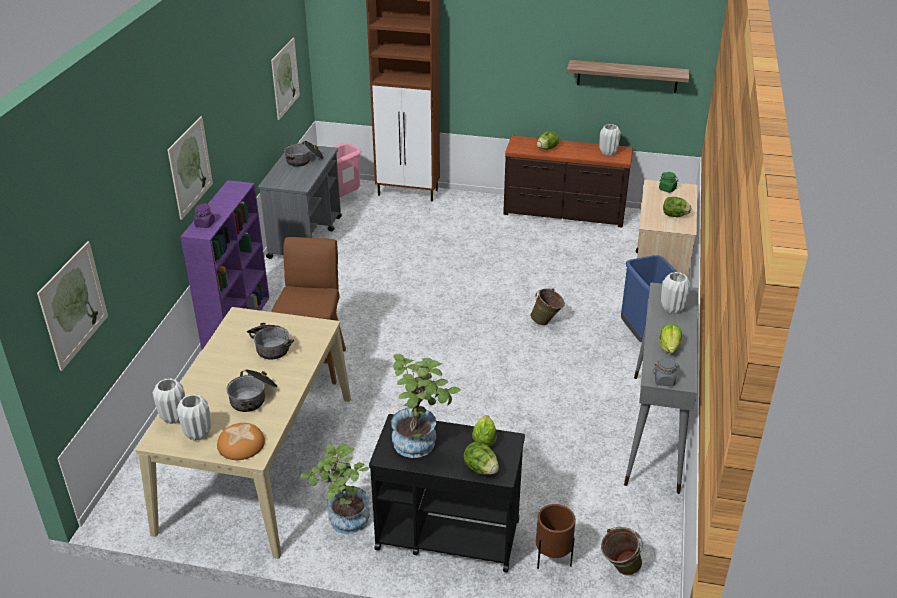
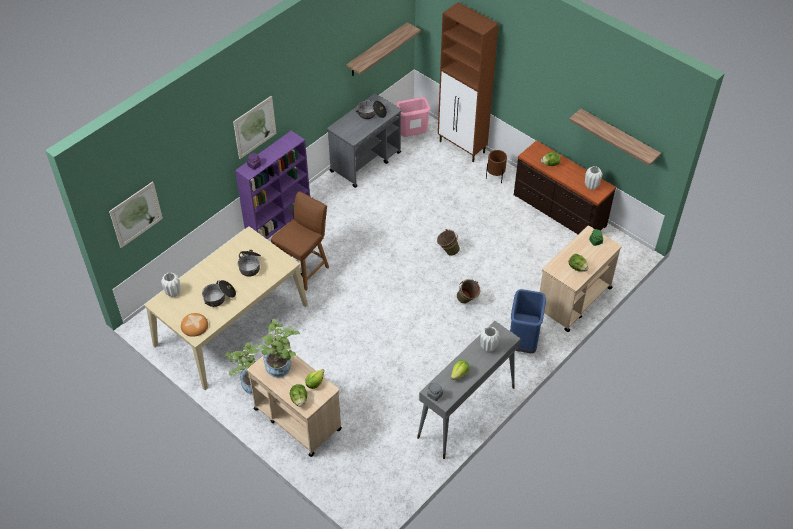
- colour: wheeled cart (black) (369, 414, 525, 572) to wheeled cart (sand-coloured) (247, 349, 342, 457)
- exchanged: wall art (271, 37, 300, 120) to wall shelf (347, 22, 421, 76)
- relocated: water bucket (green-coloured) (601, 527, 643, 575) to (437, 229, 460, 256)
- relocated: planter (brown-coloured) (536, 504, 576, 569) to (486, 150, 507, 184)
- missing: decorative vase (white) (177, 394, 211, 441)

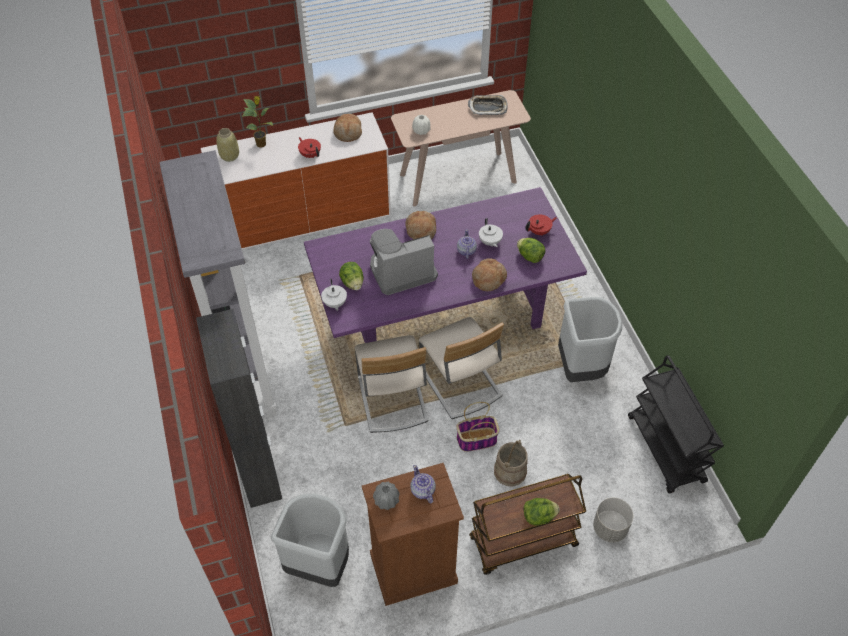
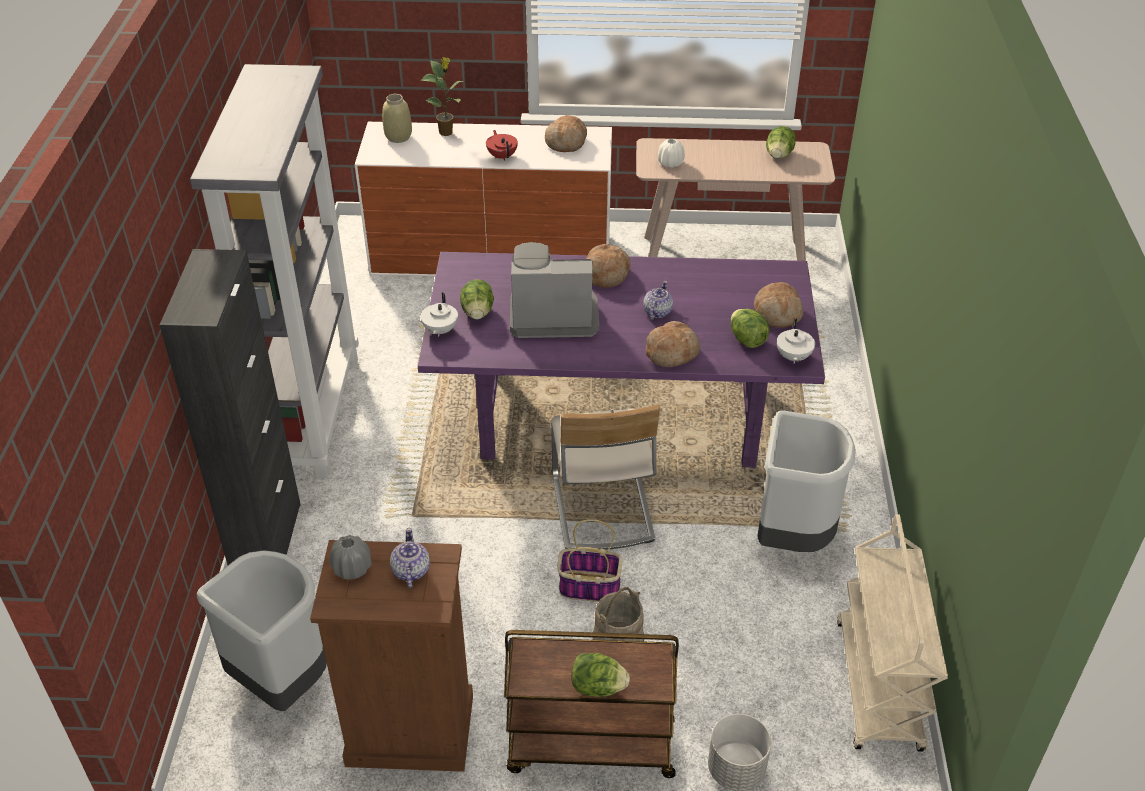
- exchanged: teapot (reddish) (525, 214, 557, 236) to bakery bread (754, 282, 803, 328)
- exchanged: serving tray (468, 95, 508, 115) to head of lettuce (766, 126, 796, 159)
- relocated: teapot (white) (479, 218, 503, 247) to (777, 318, 815, 364)
- colour: wheeled cart (black) (628, 355, 724, 494) to wheeled cart (sand-coloured) (837, 514, 948, 752)
- missing: plain chair (sand-coloured) (355, 335, 429, 433)

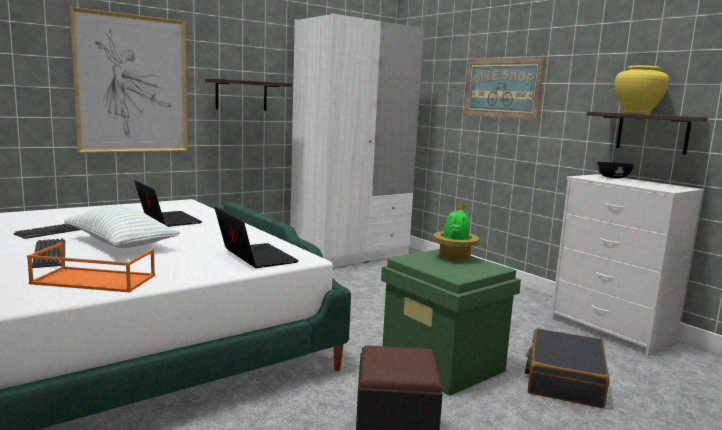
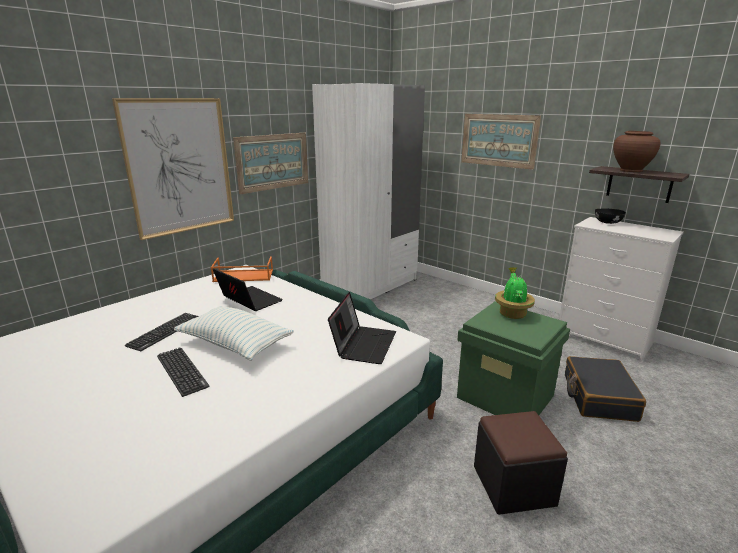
- relocated: serving tray (orange) (27, 242, 155, 292) to (210, 256, 273, 282)
- exchanged: wall shelf (205, 79, 292, 111) to wall art (233, 133, 308, 194)
- spun: notebook computer (214, 206, 299, 268) = (328, 292, 396, 364) 60 degrees clockwise
- colour: decorative vase (yellow-coloured) (614, 65, 669, 114) to decorative vase (brown-coloured) (613, 131, 661, 172)

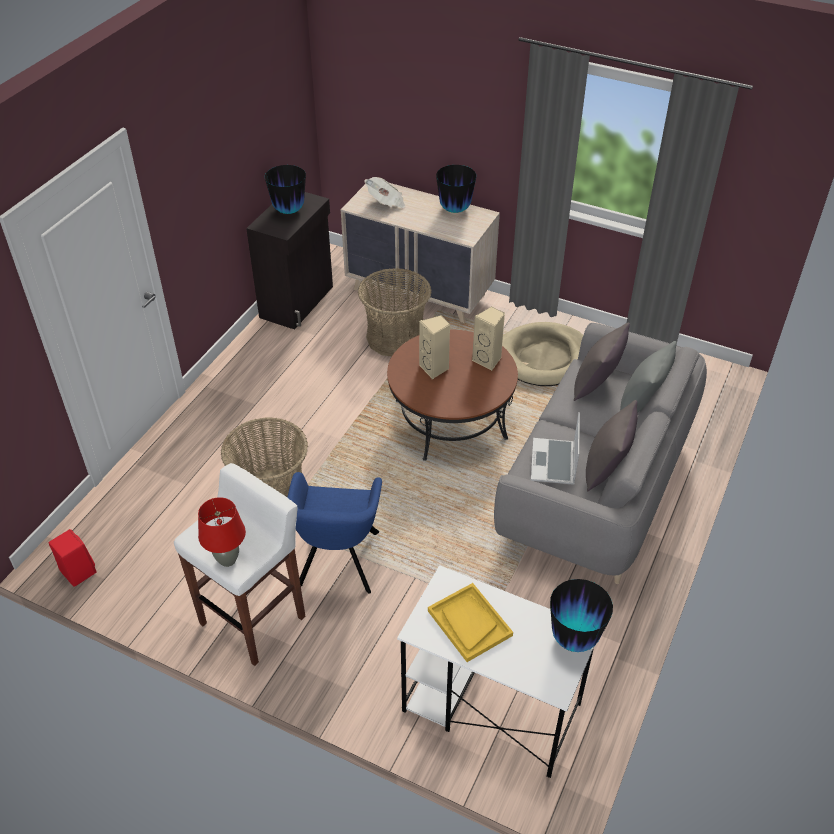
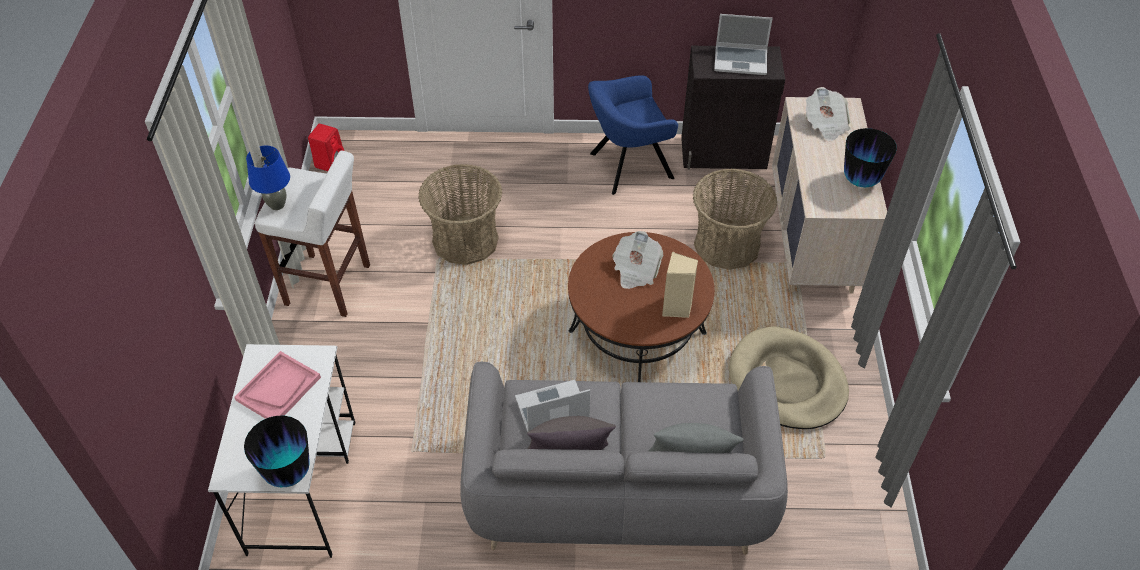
- colour: serving tray (yellow-coloured) (428, 583, 513, 662) to serving tray (pink) (234, 351, 321, 419)
- colour: table lamp (reddish) (198, 497, 246, 567) to table lamp (bluish) (246, 146, 290, 210)
- relocated: armchair (bluish) (287, 472, 382, 594) to (588, 75, 678, 195)
- exchanged: audio speaker (sand-coloured) (419, 315, 450, 379) to daily paper (612, 231, 663, 289)
- exchanged: decorative vase (265, 165, 306, 214) to notebook computer (714, 14, 773, 75)
- missing: throw pillow (greyish) (574, 322, 630, 401)

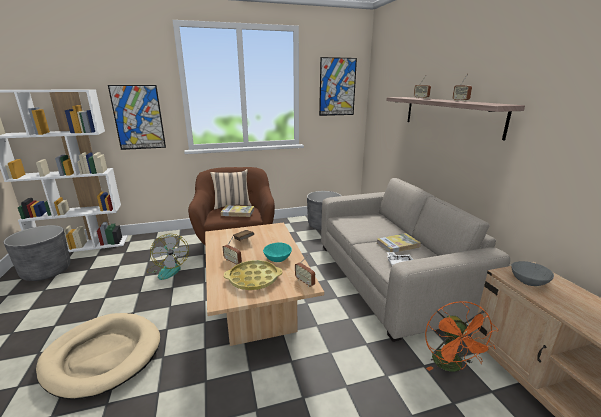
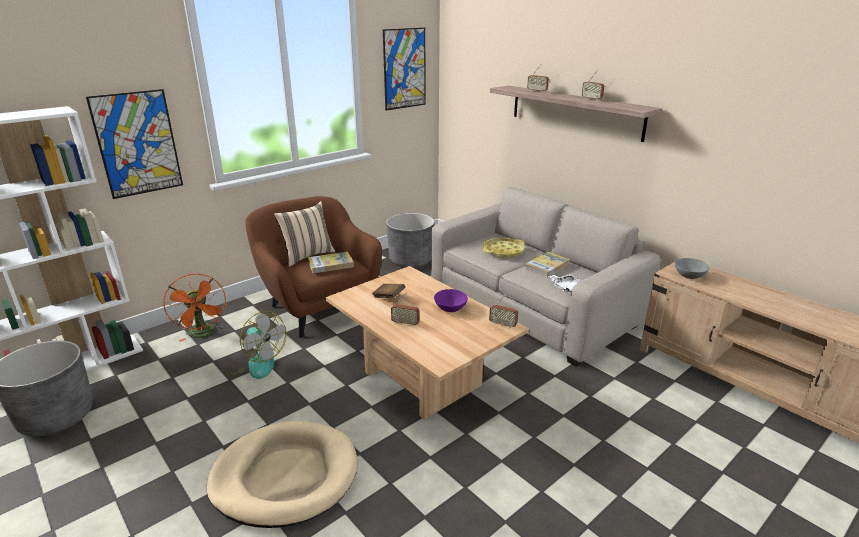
- relocated: cooling fan (orange) (425, 301, 498, 372) to (163, 274, 226, 342)
- colour: deep dish (blue-green) (263, 243, 292, 262) to deep dish (purplish) (434, 289, 468, 312)
- relocated: serving tray (yellow-coloured) (224, 260, 283, 290) to (483, 238, 525, 258)

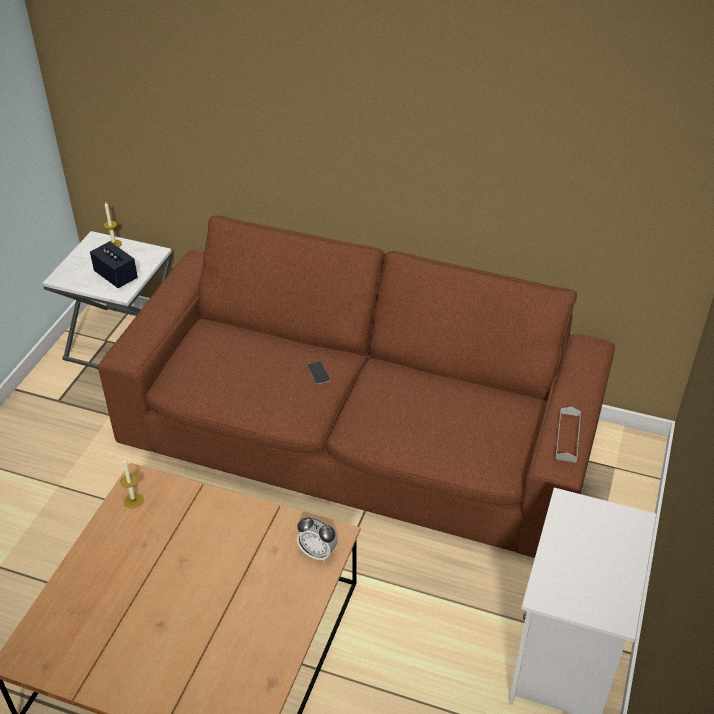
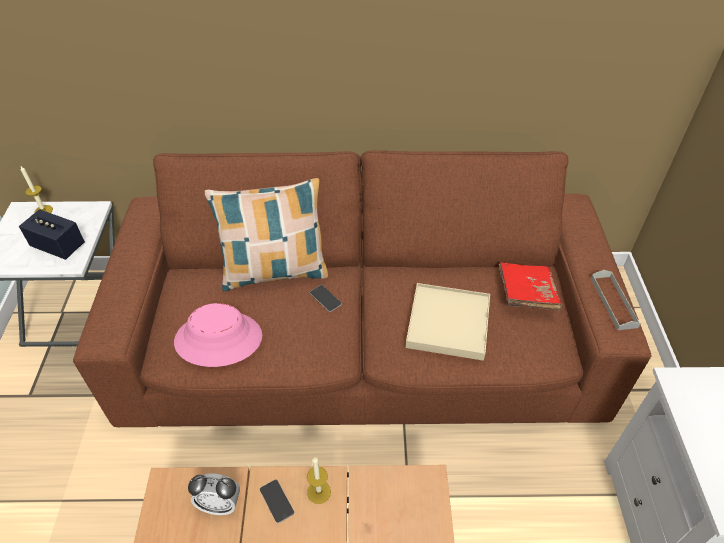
- appeared: hat (pink) (174, 303, 262, 367)
- relocated: alarm clock (297, 517, 338, 562) to (188, 473, 240, 515)
- appeared: throw pillow (205, 178, 328, 292)
- appeared: telephone (259, 479, 295, 524)
- relocated: wax light (120, 458, 144, 509) to (307, 457, 331, 504)
- appeared: serving tray (sand-coloured) (406, 283, 490, 361)
- appeared: book (reddish) (499, 262, 562, 311)

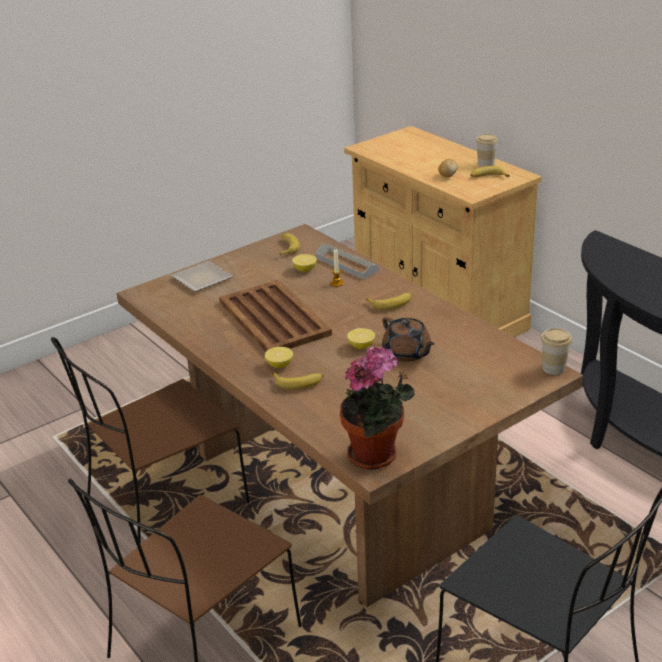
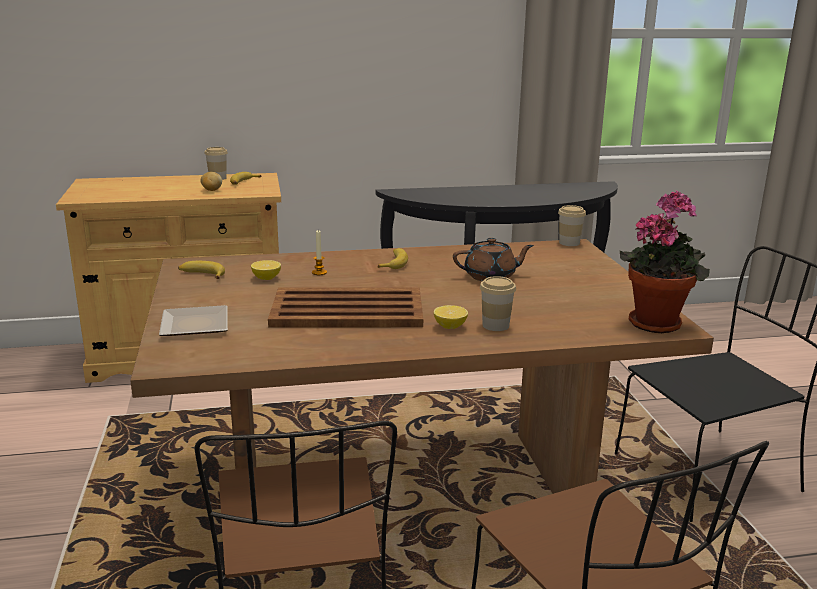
- exchanged: banana (272, 373, 324, 390) to drinking cup (480, 276, 516, 331)
- missing: serving tray (greyish) (316, 244, 379, 279)
- missing: citrus fruit (347, 328, 375, 349)

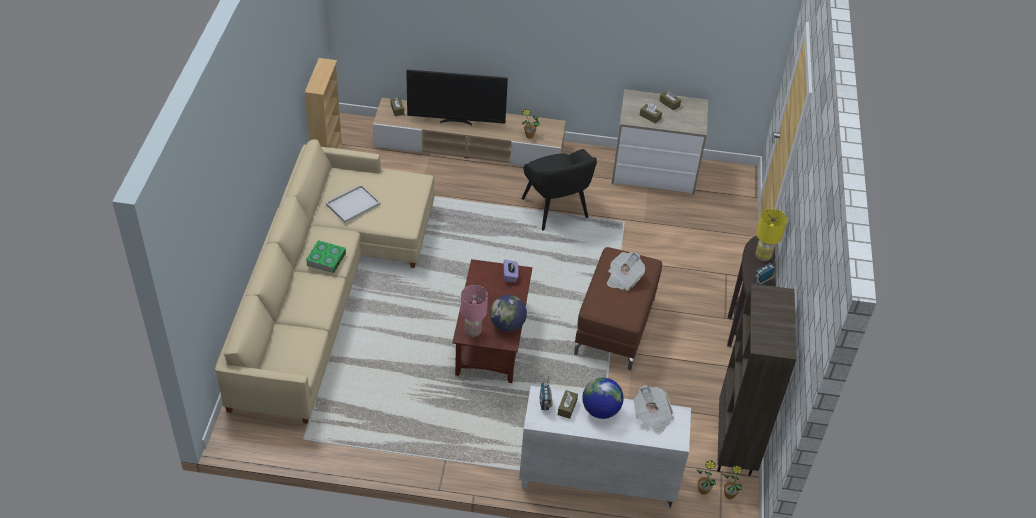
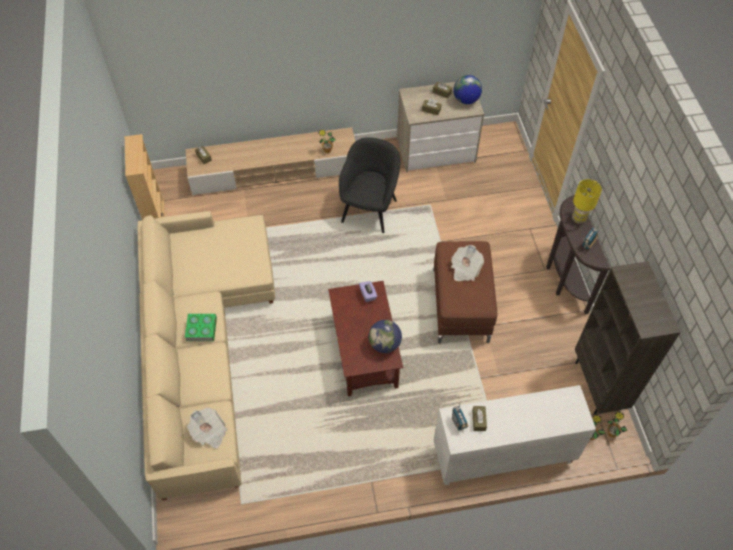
- relocated: daily paper (633, 385, 674, 434) to (187, 408, 228, 449)
- spun: armchair (black) (522, 149, 597, 231) = (339, 137, 401, 233) 120 degrees counterclockwise
- relocated: world globe (582, 378, 624, 419) to (453, 75, 482, 104)
- missing: serving tray (white) (326, 185, 380, 223)
- missing: television (406, 69, 508, 126)
- missing: table lamp (pink) (461, 285, 488, 337)

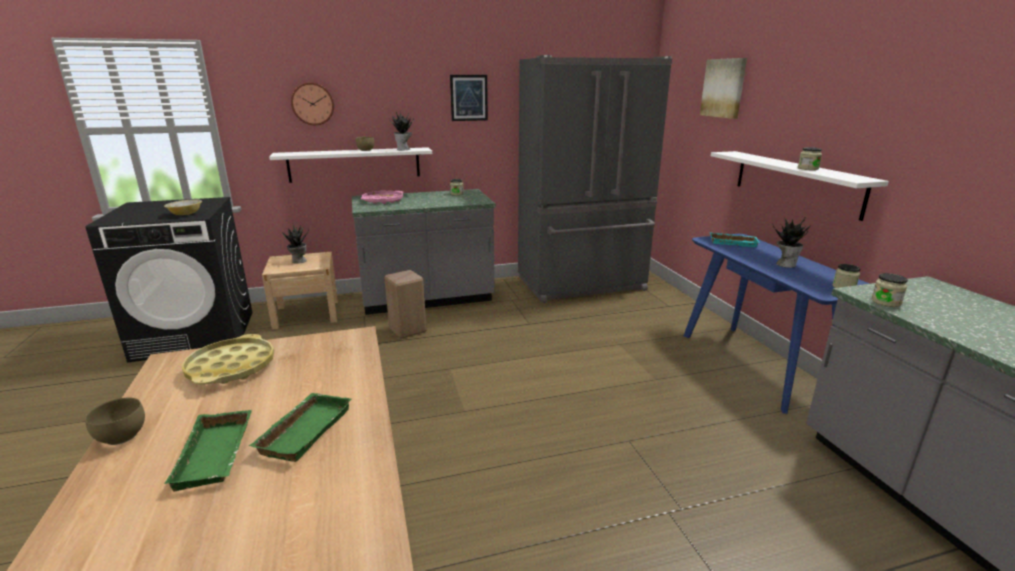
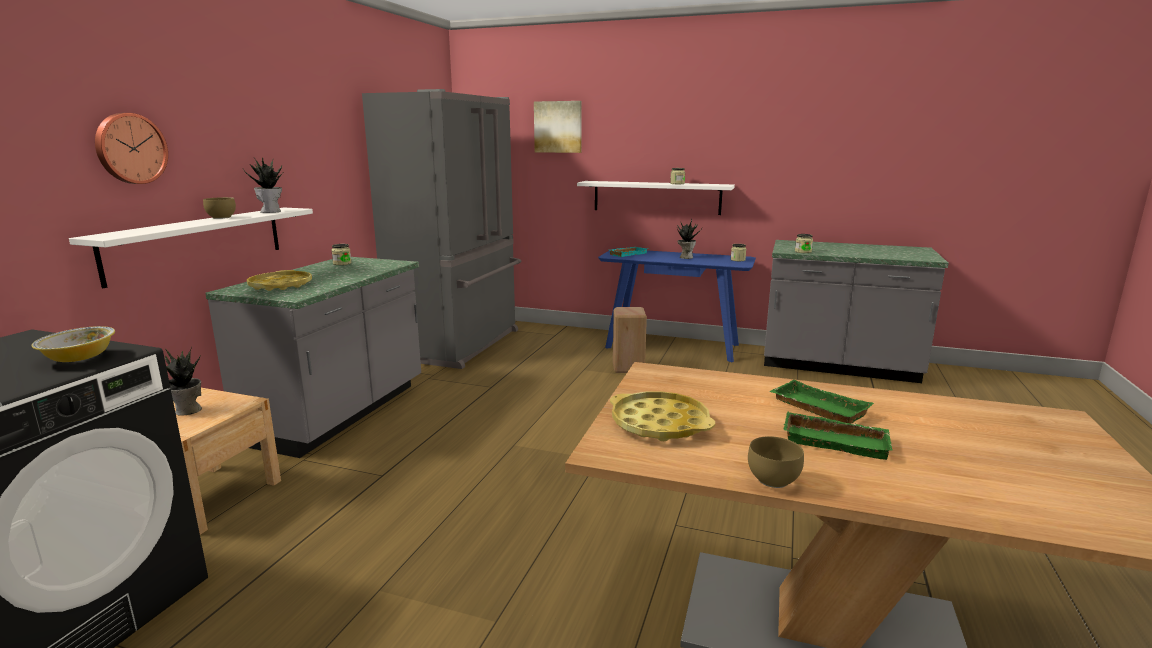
- colour: serving tray (pink) (361, 191, 404, 204) to serving tray (yellow-coloured) (247, 270, 312, 291)
- relocated: stool seat (sand-coloured) (384, 270, 427, 338) to (613, 307, 647, 373)
- missing: wall art (450, 75, 488, 121)

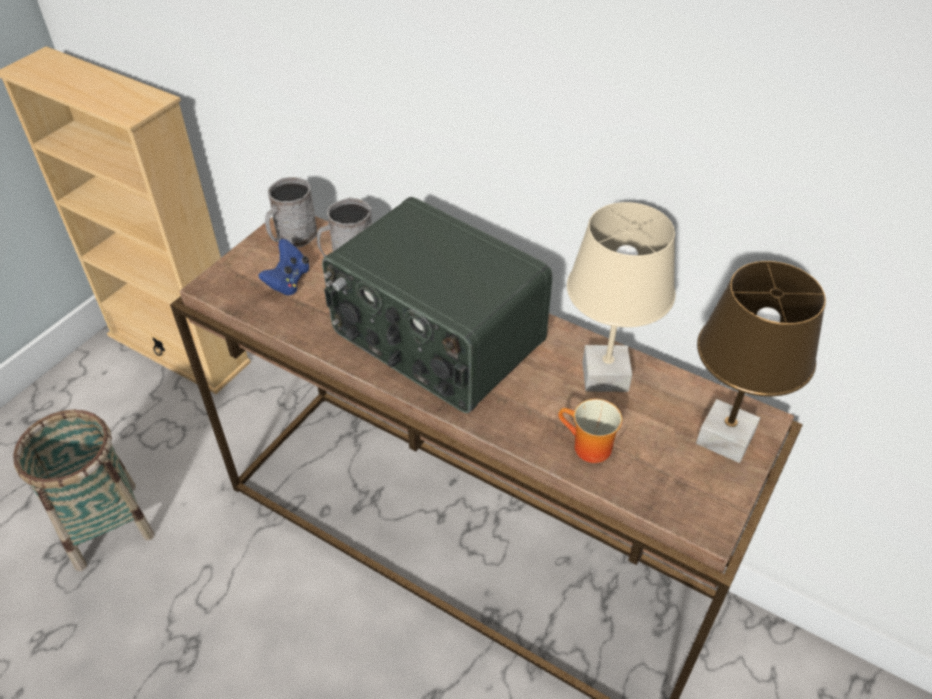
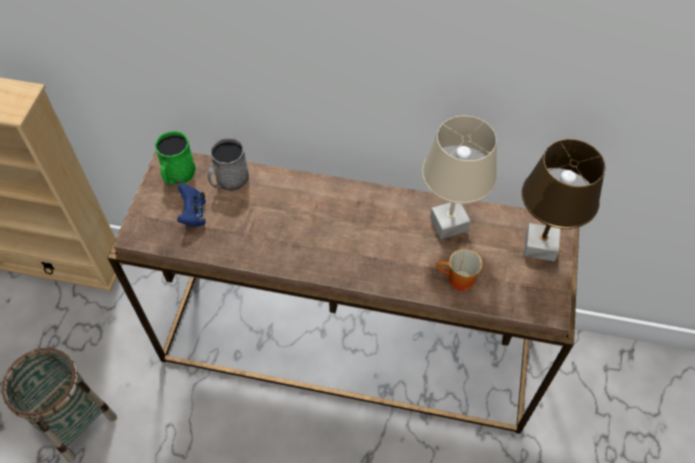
- colour: coffee mug (greyish) (265, 177, 317, 247) to coffee mug (green-coloured) (155, 131, 196, 185)
- missing: radio receiver (322, 197, 552, 413)

